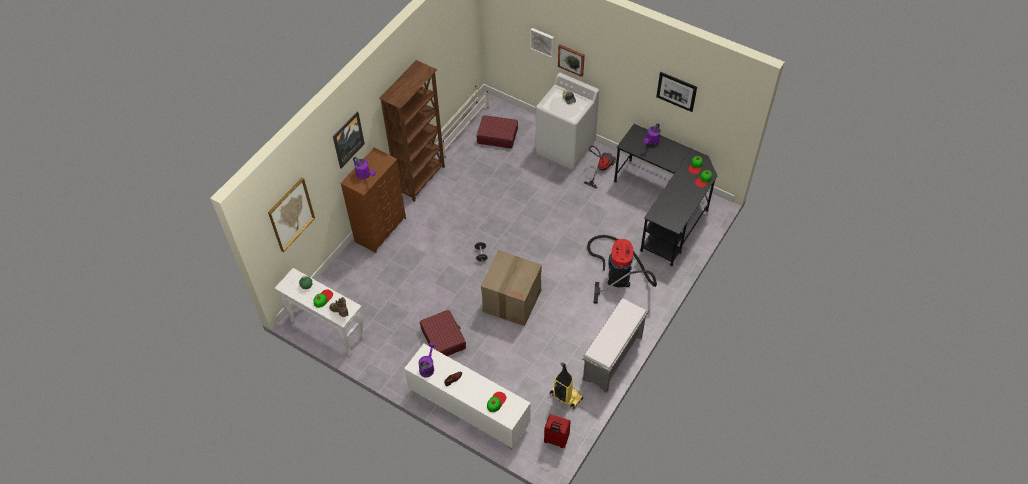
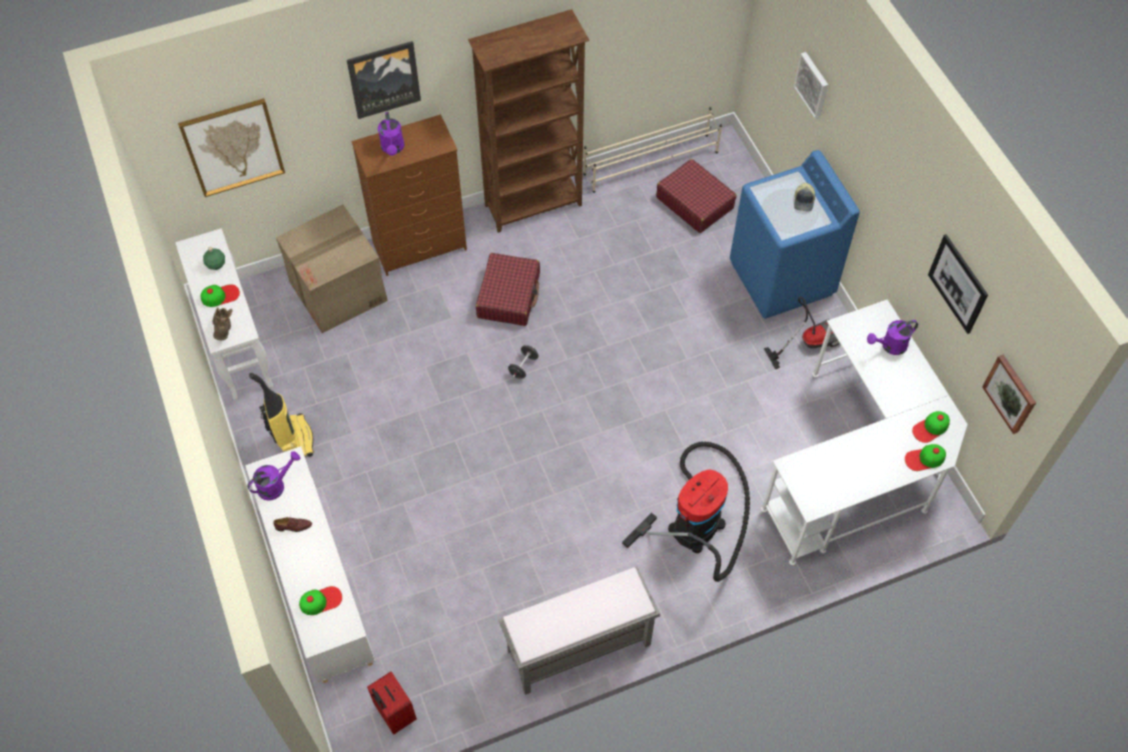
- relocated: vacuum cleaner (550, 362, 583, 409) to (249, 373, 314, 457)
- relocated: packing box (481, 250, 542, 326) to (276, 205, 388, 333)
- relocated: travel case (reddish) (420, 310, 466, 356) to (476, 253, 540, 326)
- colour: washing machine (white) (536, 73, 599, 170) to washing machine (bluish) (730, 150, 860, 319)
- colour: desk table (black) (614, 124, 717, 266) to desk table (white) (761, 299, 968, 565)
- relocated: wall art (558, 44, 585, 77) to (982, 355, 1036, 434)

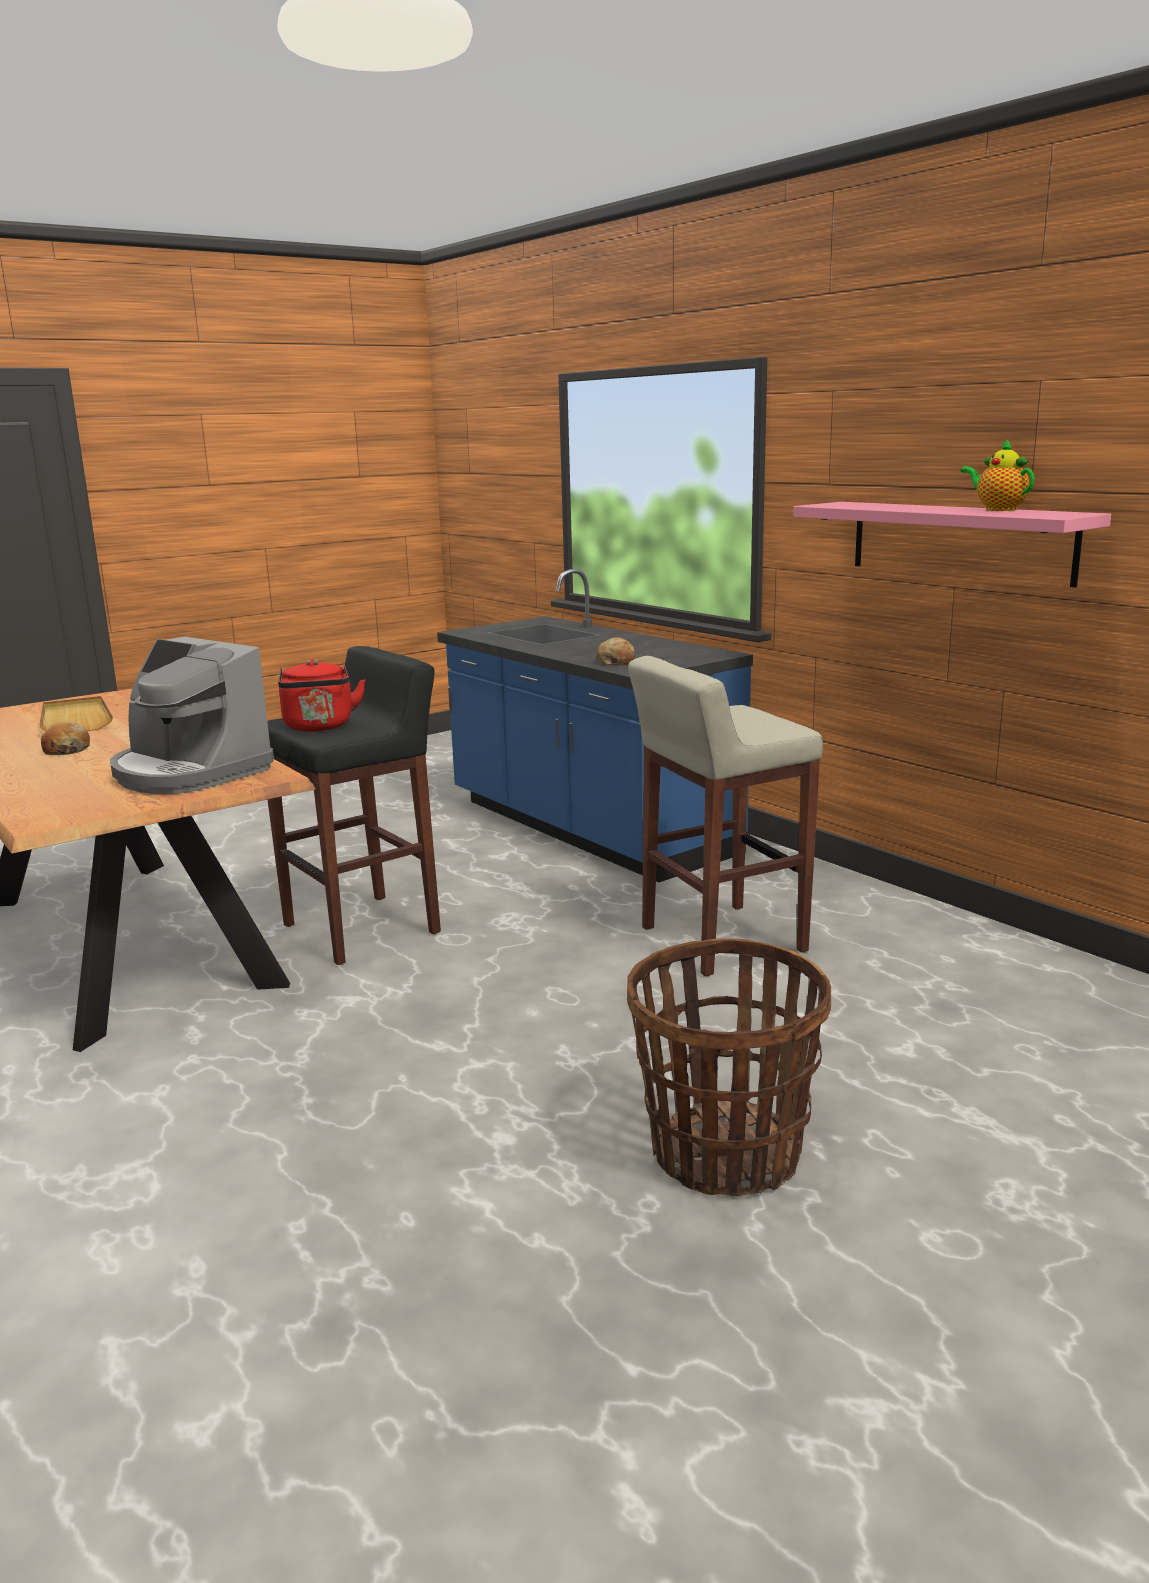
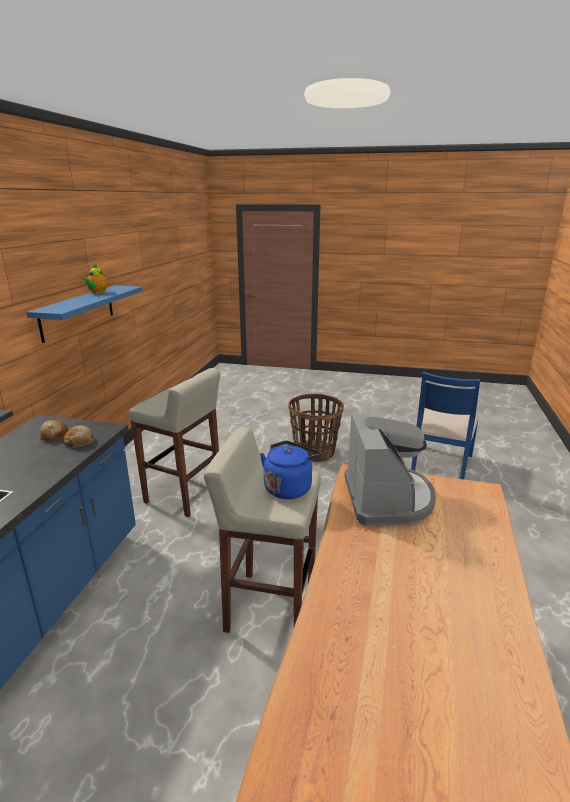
- colour: wall shelf (pink) (793, 502, 1111, 587) to wall shelf (bluish) (26, 286, 143, 343)
- relocated: bakery bread (41, 721, 90, 755) to (40, 420, 69, 442)
- colour: stool seat (black) (267, 646, 441, 965) to stool seat (sand-coloured) (203, 427, 321, 633)
- colour: tea kettle (reddish) (278, 659, 366, 732) to tea kettle (bluish) (260, 441, 321, 499)
- appeared: plain chair (bluish) (411, 372, 480, 479)
- missing: serving tray (sand-coloured) (39, 696, 113, 731)

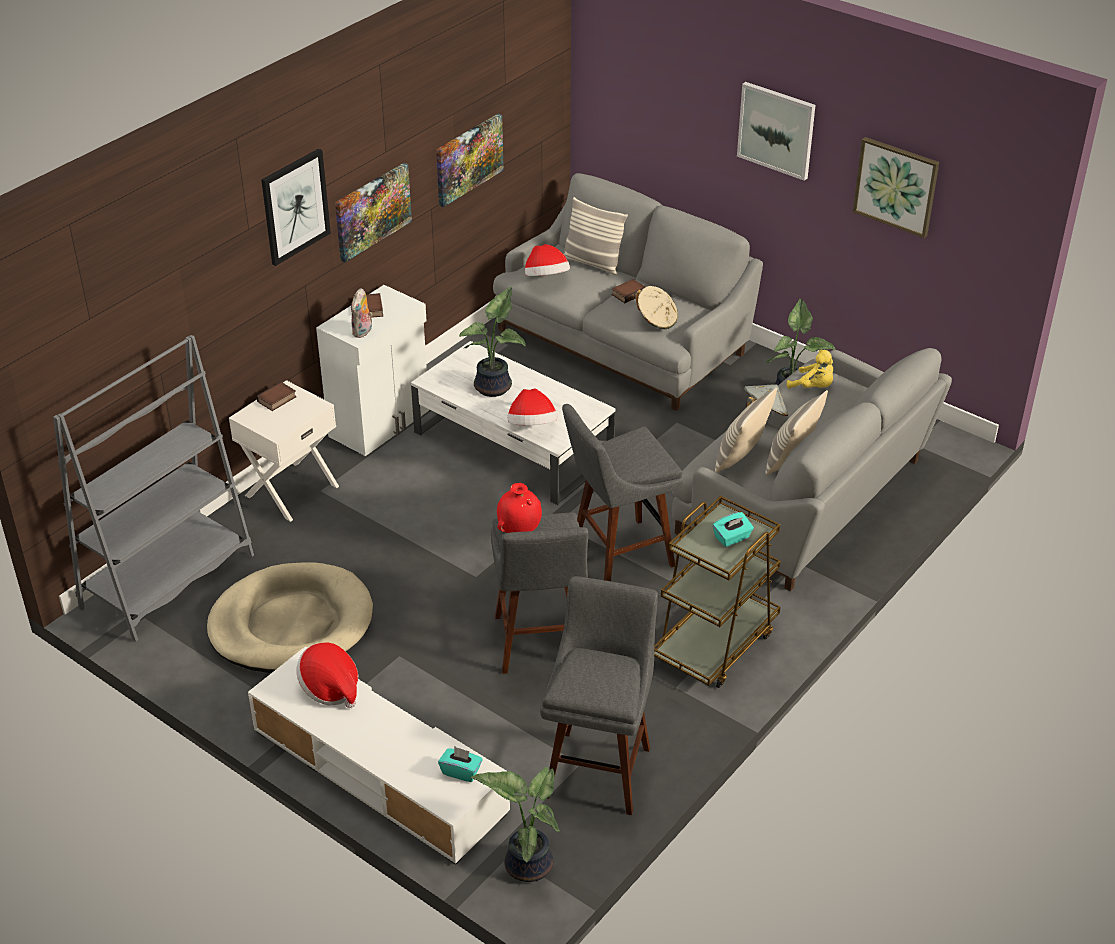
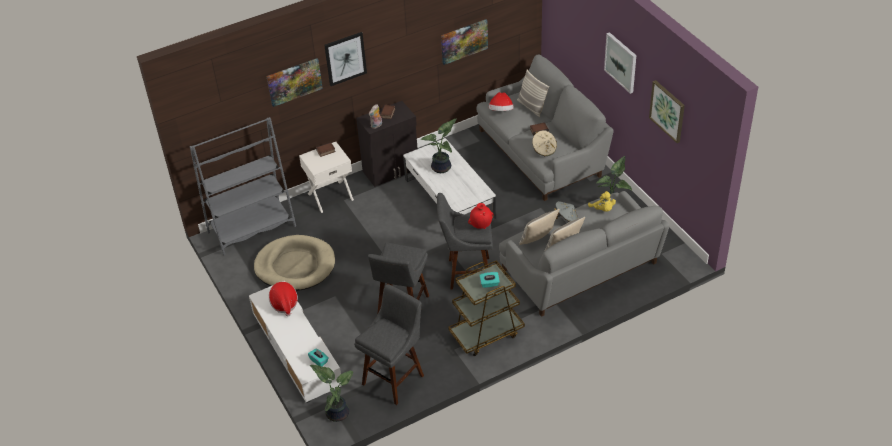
- relocated: wall art (335, 163, 412, 262) to (267, 58, 323, 107)
- colour: storage cabinet (white) (316, 285, 429, 456) to storage cabinet (black) (356, 101, 418, 187)
- relocated: decorative vase (reddish) (497, 483, 542, 533) to (468, 203, 494, 229)
- missing: hat (508, 388, 557, 425)

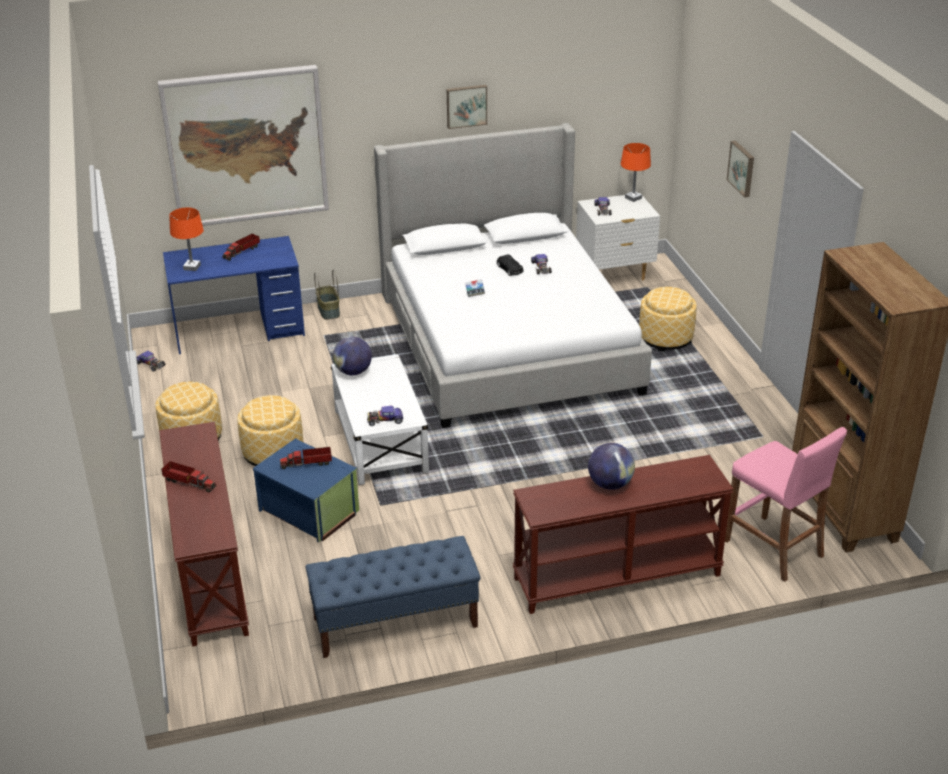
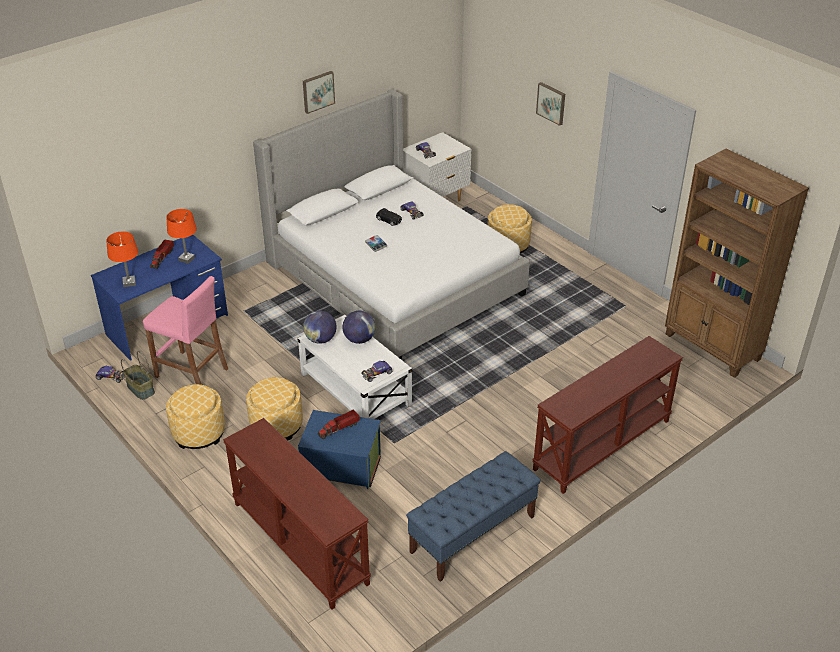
- relocated: basket (314, 269, 340, 320) to (121, 351, 155, 400)
- relocated: stool seat (pink) (725, 427, 847, 582) to (143, 276, 228, 385)
- relocated: table lamp (orange) (621, 143, 651, 202) to (166, 209, 197, 264)
- relocated: world globe (588, 443, 635, 490) to (342, 311, 376, 344)
- missing: wall art (157, 65, 329, 226)
- missing: model truck (161, 461, 216, 492)

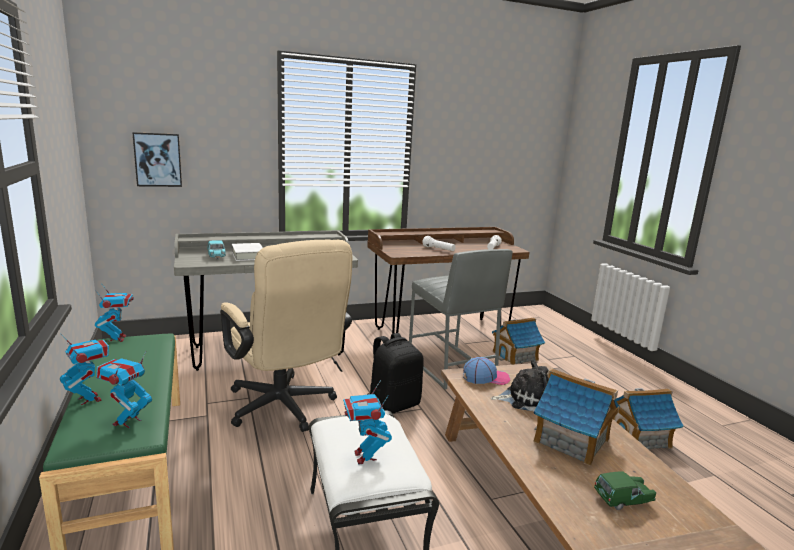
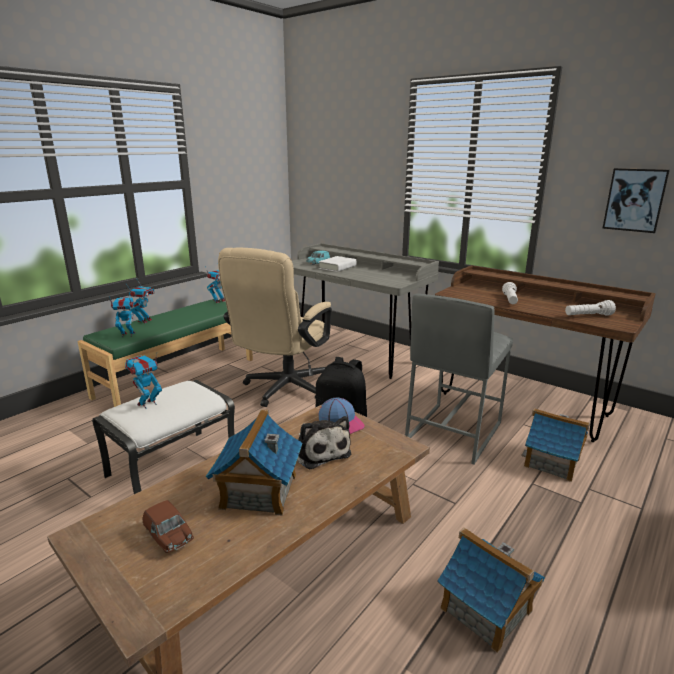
- colour: miniature car (green-coloured) (594, 471, 656, 510) to miniature car (brown-coloured) (142, 500, 194, 553)
- relocated: wall art (132, 132, 182, 187) to (603, 168, 670, 233)

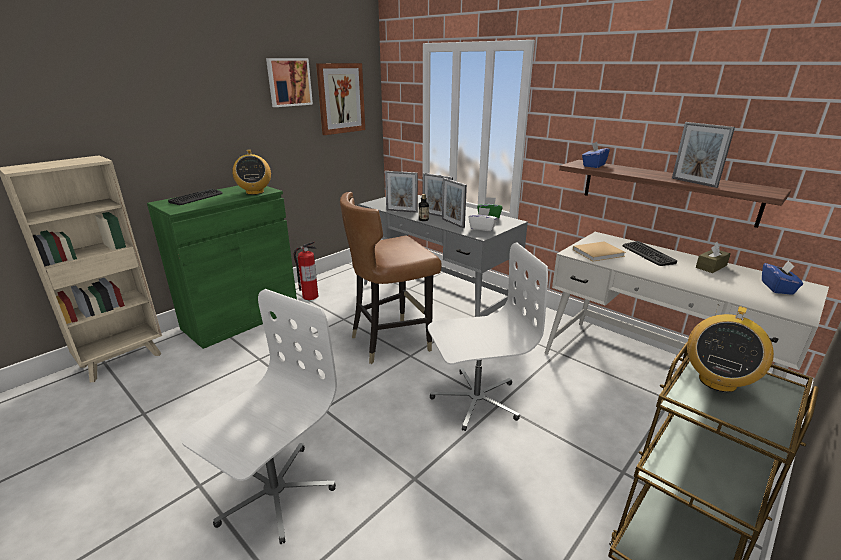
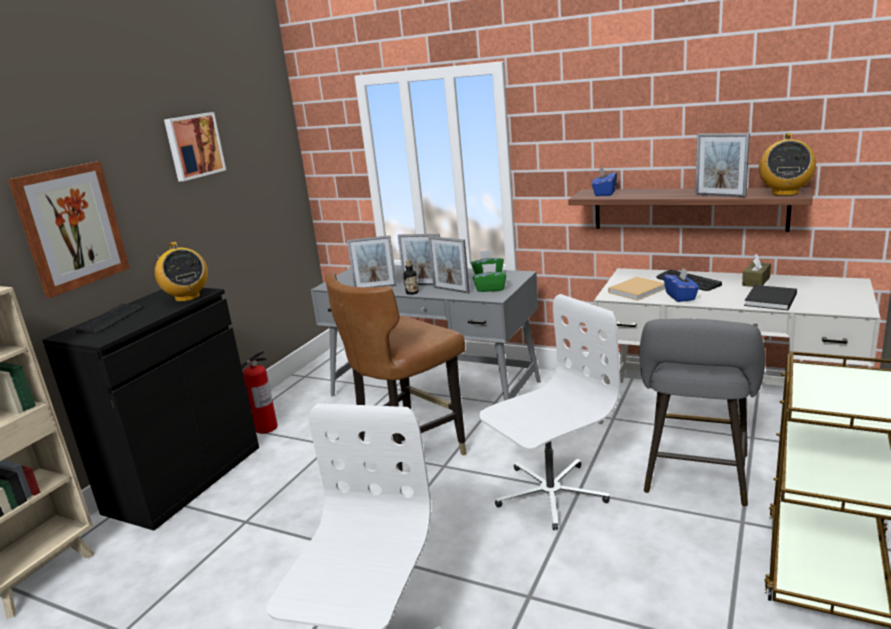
- relocated: wall art (316, 63, 365, 135) to (8, 161, 130, 298)
- colour: storage cabinet (green-coloured) (147, 185, 297, 349) to storage cabinet (black) (42, 288, 259, 531)
- colour: tissue holder (white) (468, 207, 497, 231) to tissue holder (green-coloured) (473, 263, 506, 292)
- appeared: stool seat (greyish) (639, 319, 766, 507)
- relocated: tissue holder (bluish) (762, 260, 803, 295) to (664, 268, 699, 302)
- appeared: book (black) (744, 285, 797, 311)
- relocated: radio receiver (687, 305, 774, 392) to (759, 133, 816, 196)

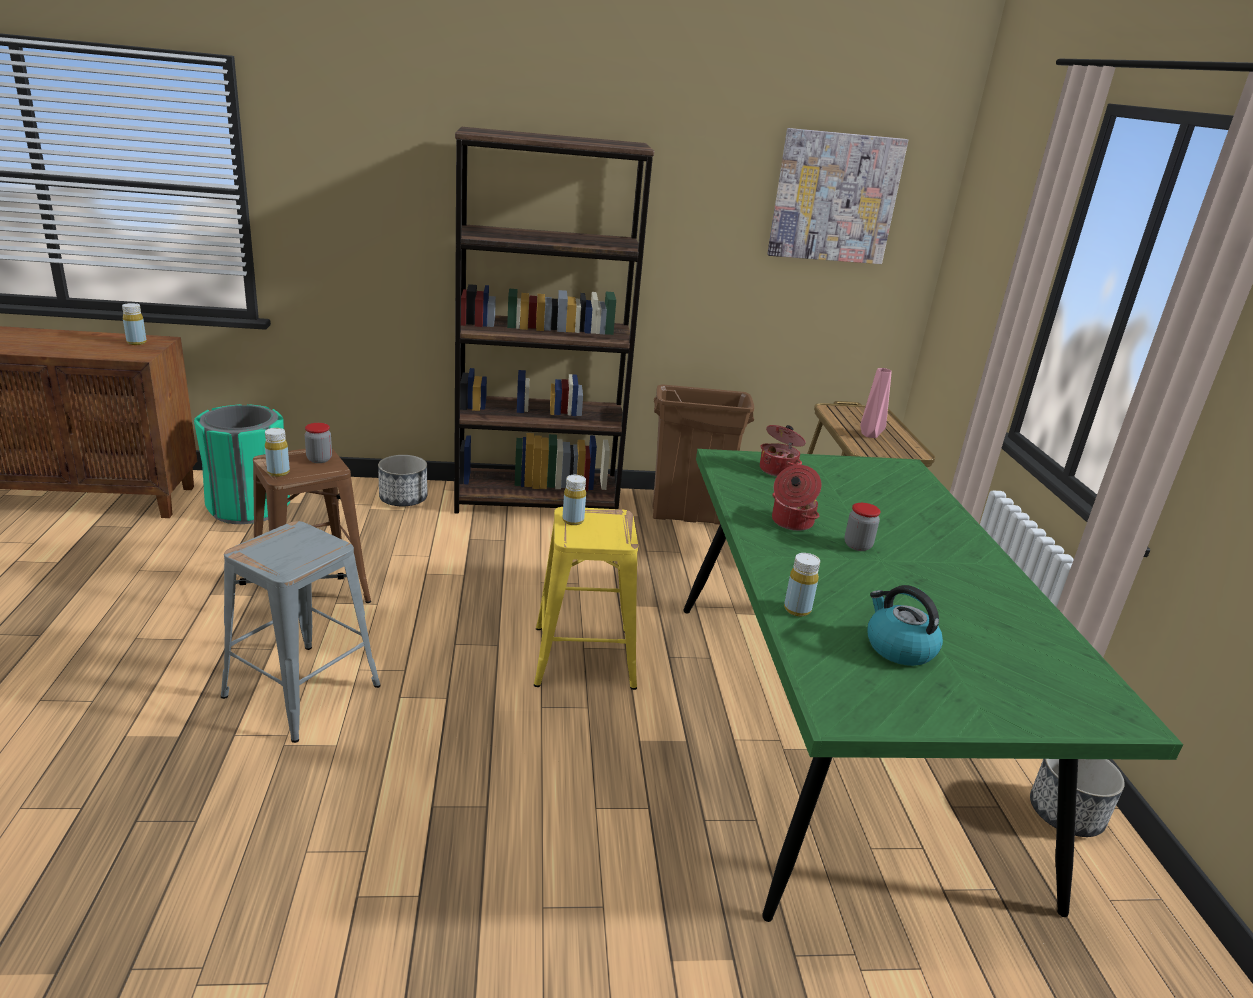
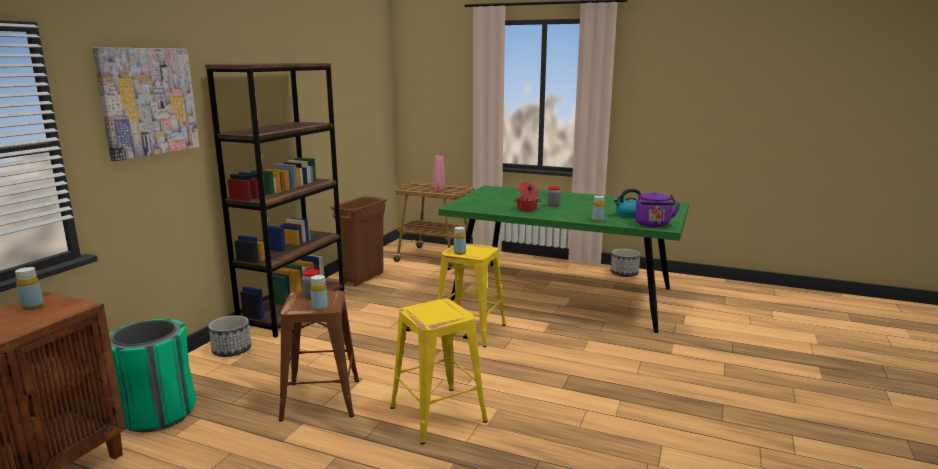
- relocated: wall art (767, 128, 908, 264) to (93, 47, 199, 161)
- colour: stool seat (greyish) (221, 521, 381, 743) to stool seat (yellow-coloured) (390, 299, 488, 445)
- appeared: tea kettle (purplish) (635, 191, 680, 227)
- missing: cooking pot (760, 425, 806, 477)

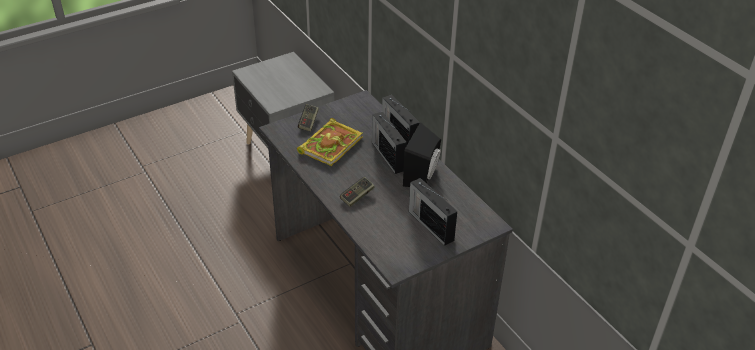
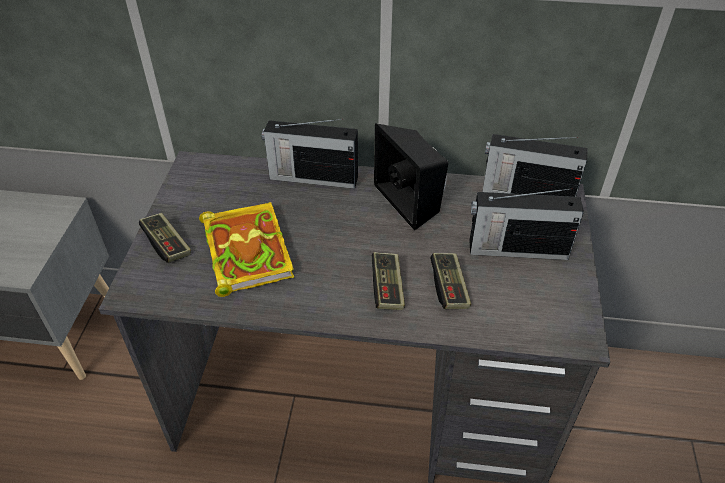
- appeared: joypad (430, 253, 471, 309)
- relocated: radio receiver (372, 112, 407, 174) to (482, 134, 588, 197)

